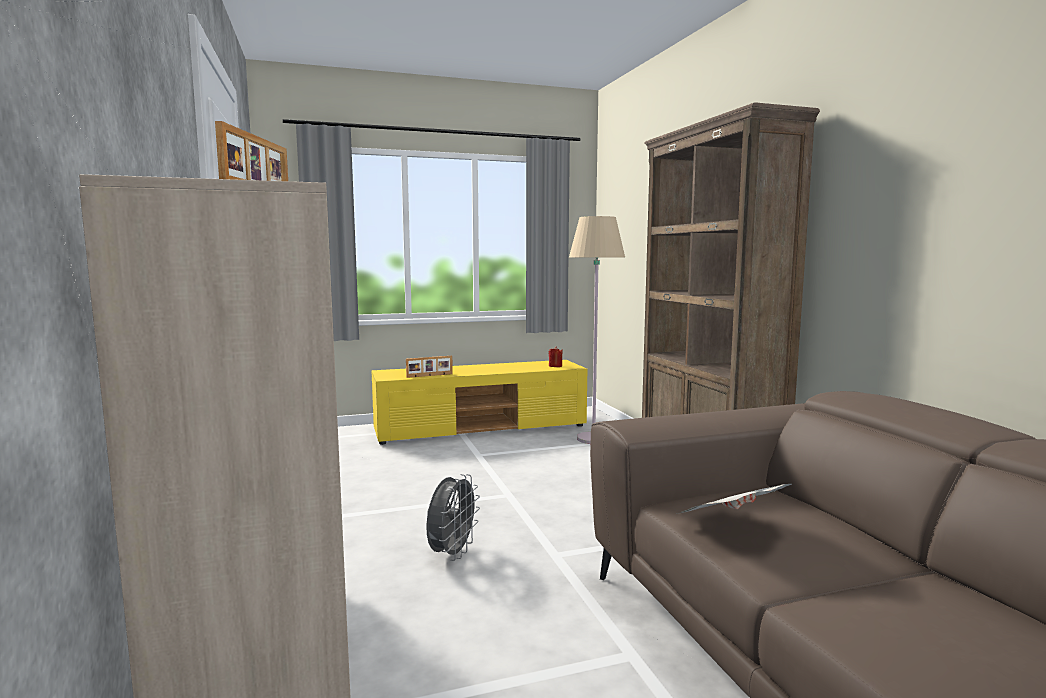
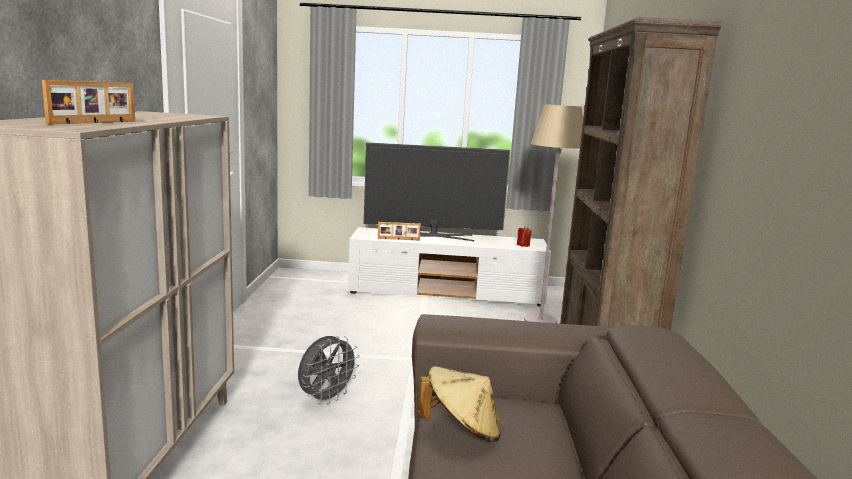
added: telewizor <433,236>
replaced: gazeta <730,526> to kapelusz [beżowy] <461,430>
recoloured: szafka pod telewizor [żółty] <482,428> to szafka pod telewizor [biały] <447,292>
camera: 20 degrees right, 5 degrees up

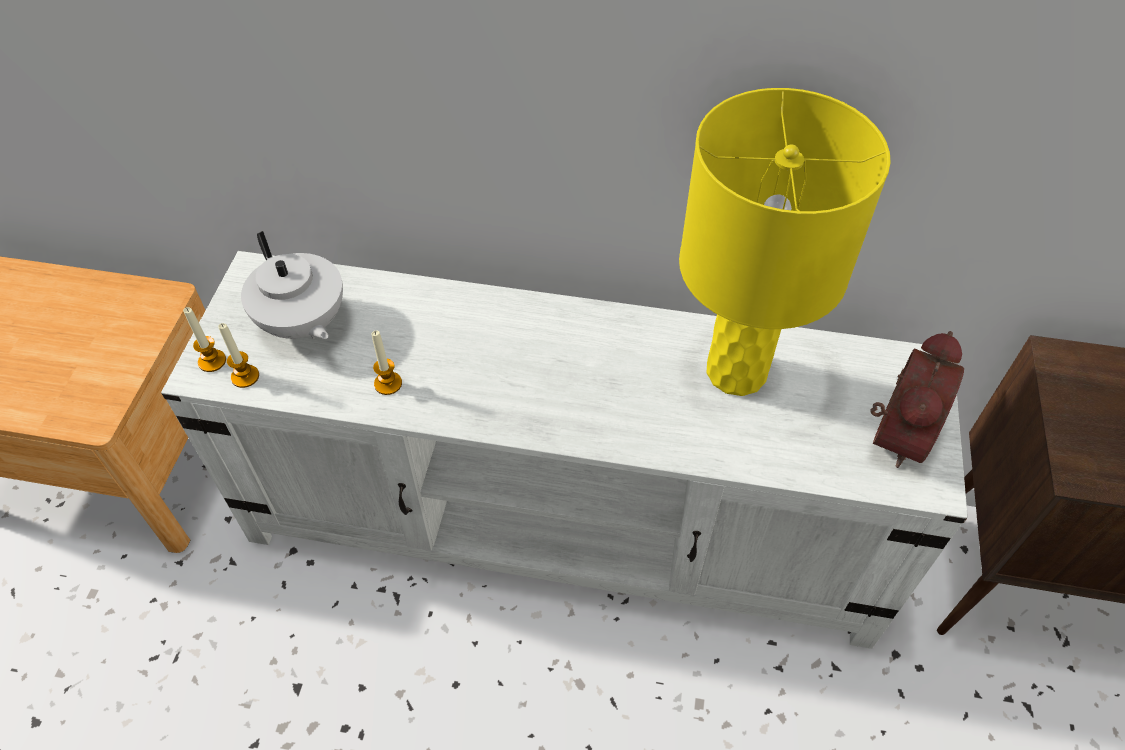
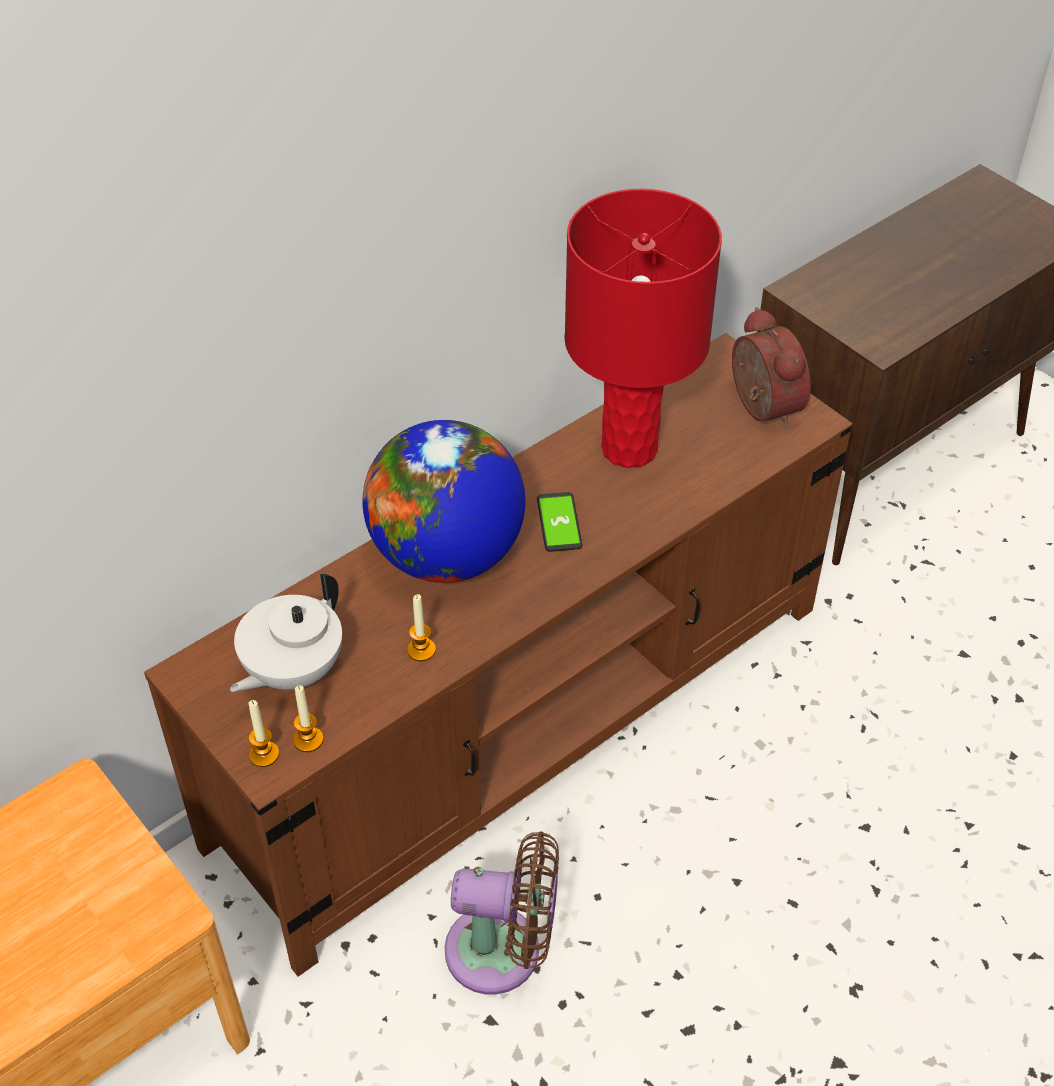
added: globus <447,555>; wentylator [brązowy] <503,952>; telefon <559,523>
recoloured: szafka pod telewizor [biały] <566,523> to szafka pod telewizor [brązowy] <526,721>; lampa stołowa [żółty] <735,372> to lampa stołowa [czerwony] <629,449>
turned: imbryk [biały] <303,324> = <292,670> 120 degrees clockwise
camera: 50 degrees left, 5 degrees down

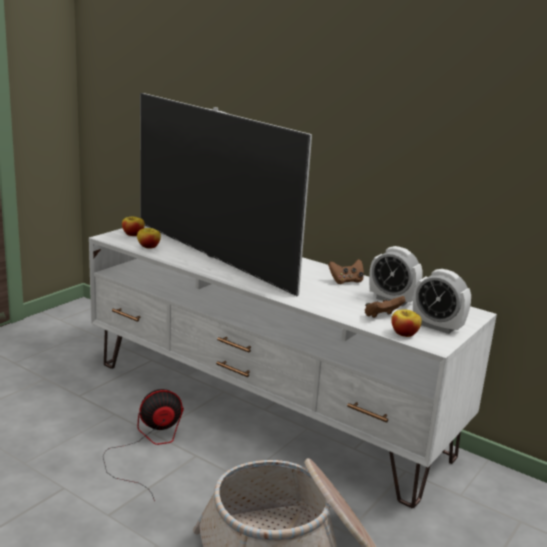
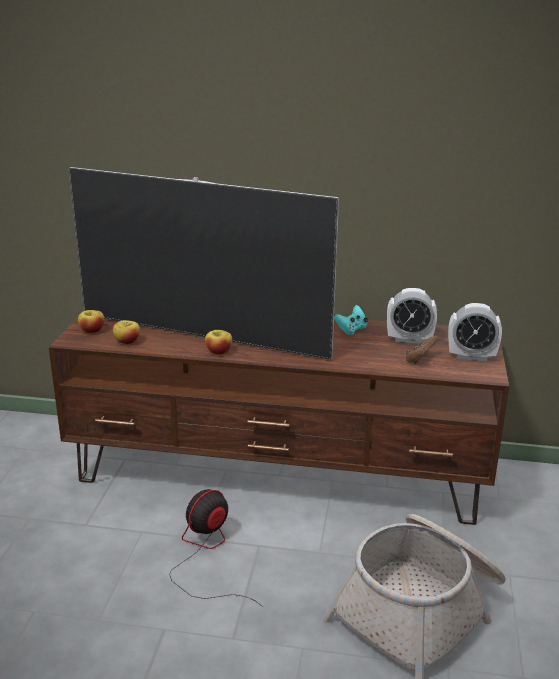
moved: jabłko <404,334> to <219,351>
recoloured: szafka pod telewizor [biały] <266,408> to szafka pod telewizor [brązowy] <280,473>; pad do gier [brązowy] <346,281> to pad do gier [turkusowy] <351,330>
camera: 25 degrees left, 5 degrees up

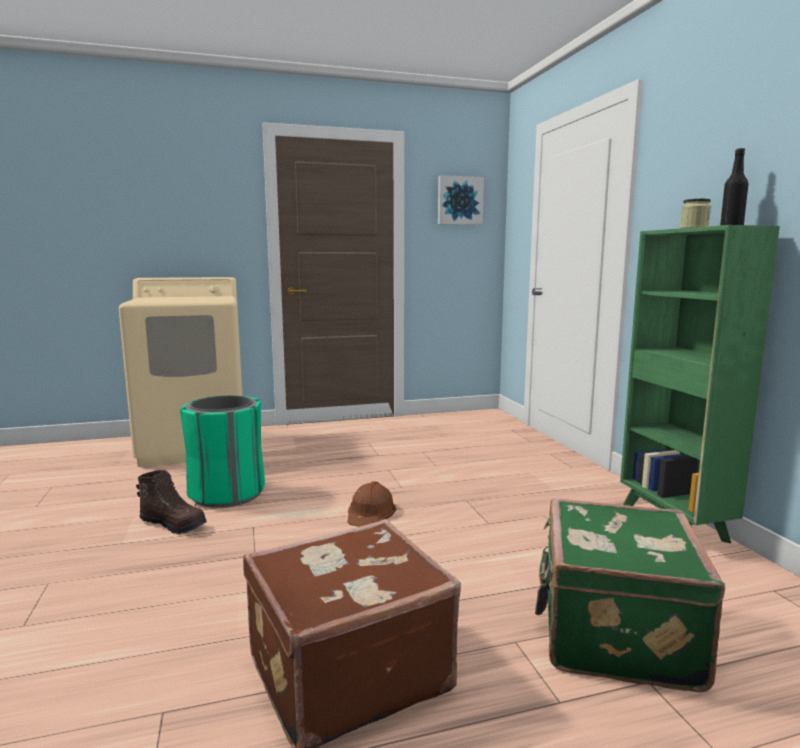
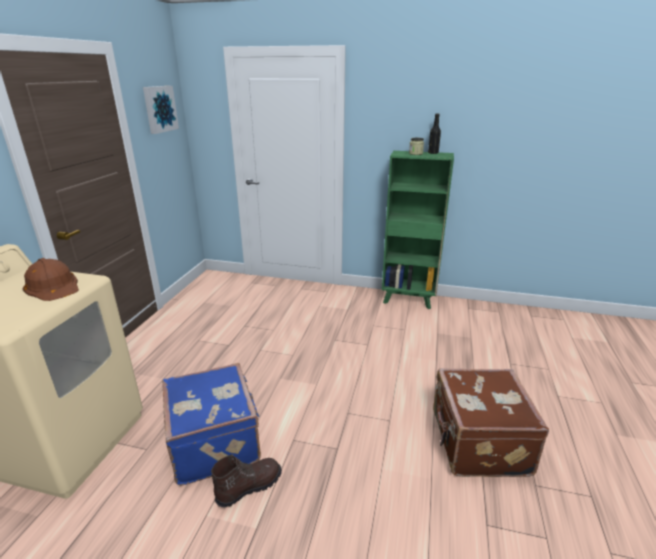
removed: walizka [zielony] <613,632>
moved: kask [brązowy] <371,512> to <53,286>
replaced: kosz na śmieci [zielony] <227,493> to walizka [niebieski] <216,441>
camera: 60 degrees left, 15 degrees up

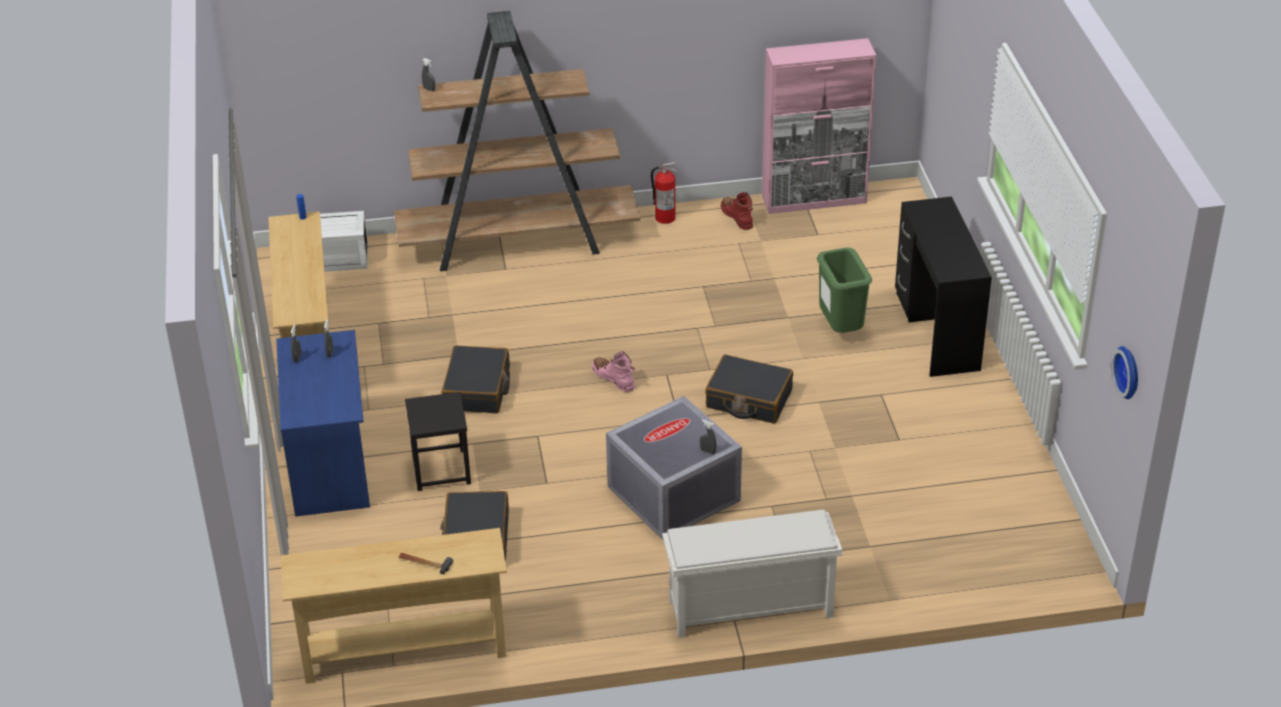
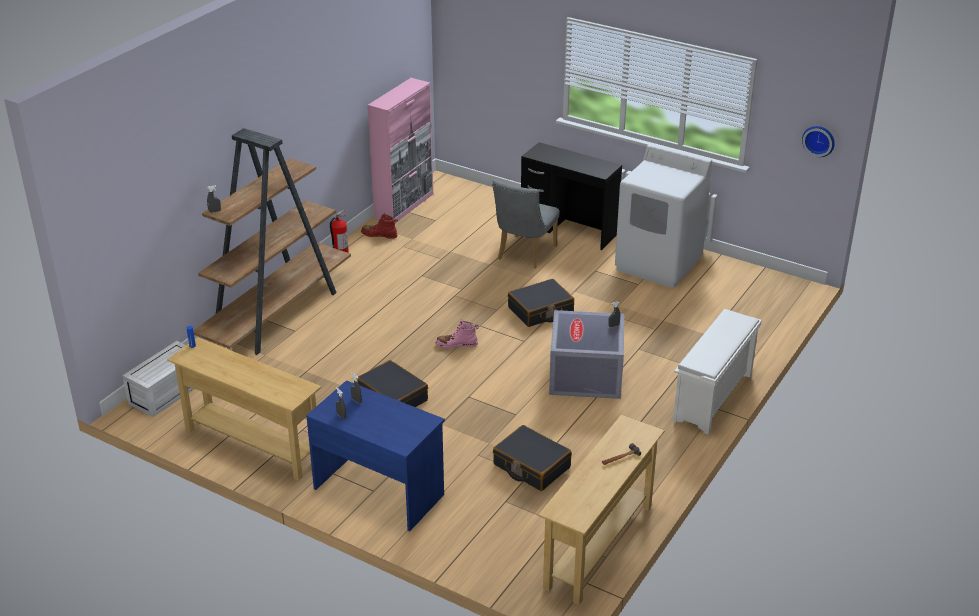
removed: stołek [czarny] <442,469>
added: pralka [biały] <658,264>
replaced: kosz na śmieci [zielony] <839,329> to krzesło [szary] <524,254>
camera: 50 degrees left, 5 degrees down

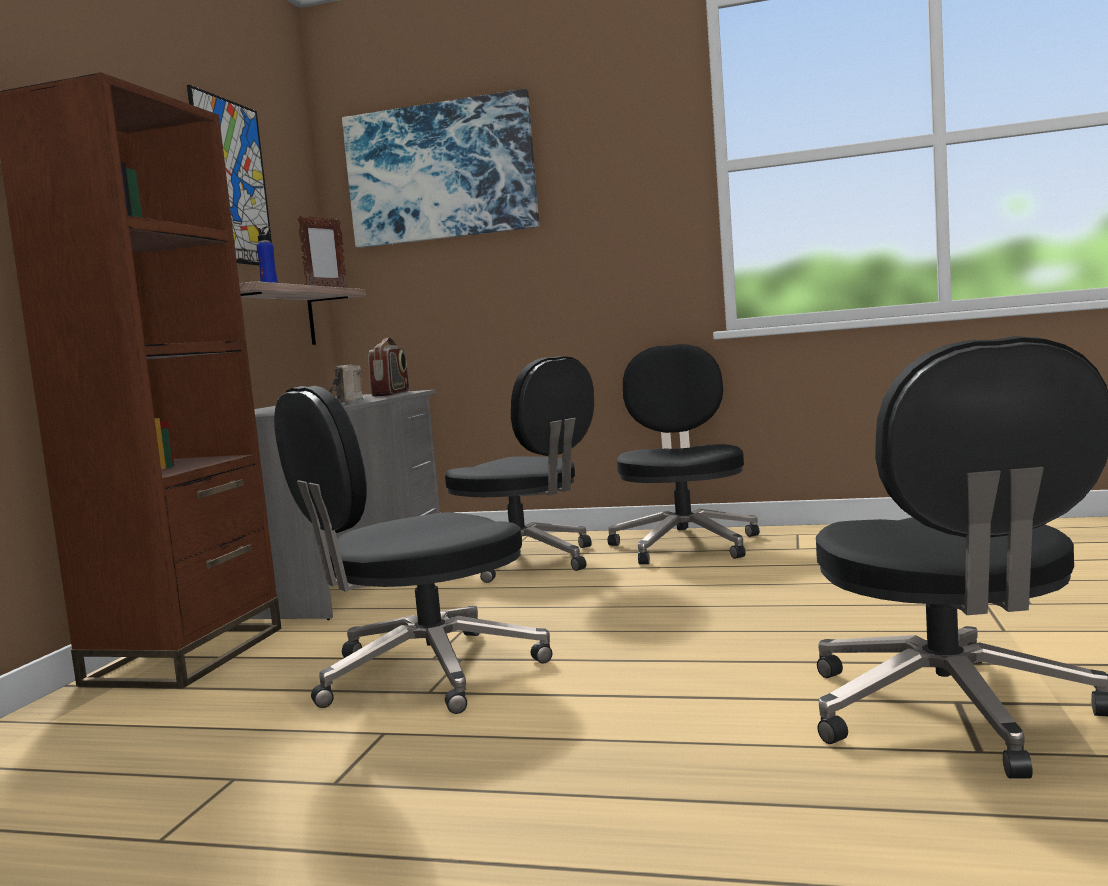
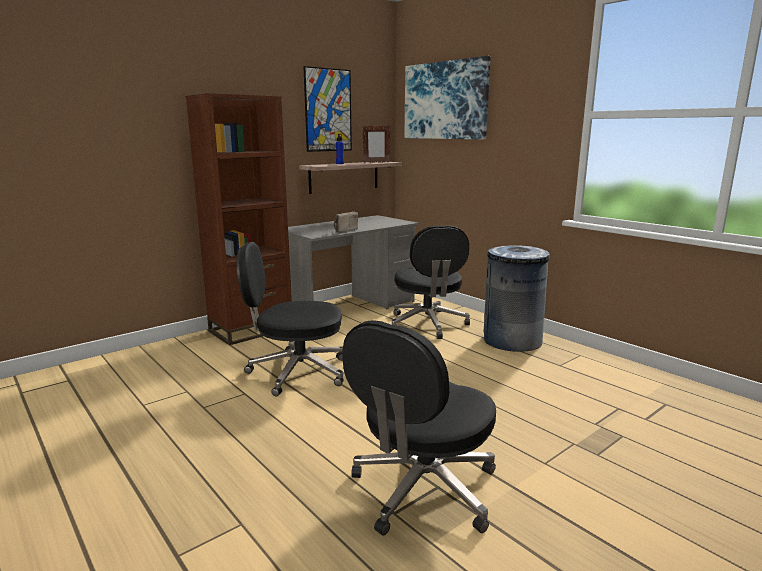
removed: radio <391,394>
replaced: krzesło biurowe [czarny] <685,544> to kosz na śmieci [szary] <512,341>
camera: 35 degrees right, 10 degrees up

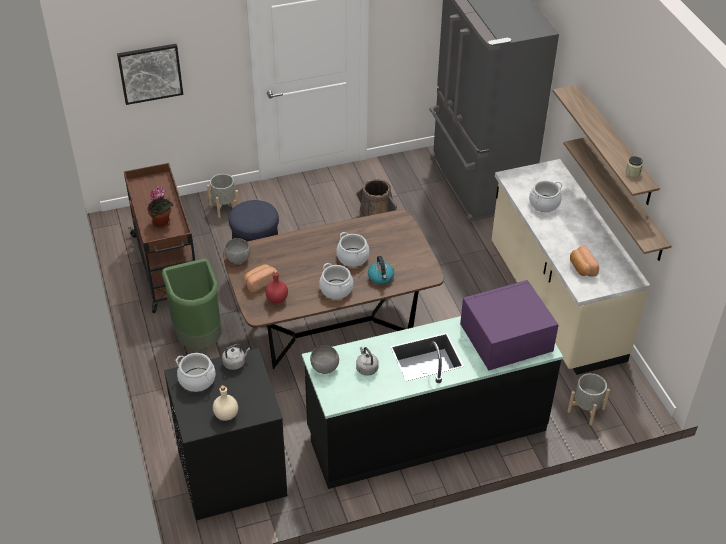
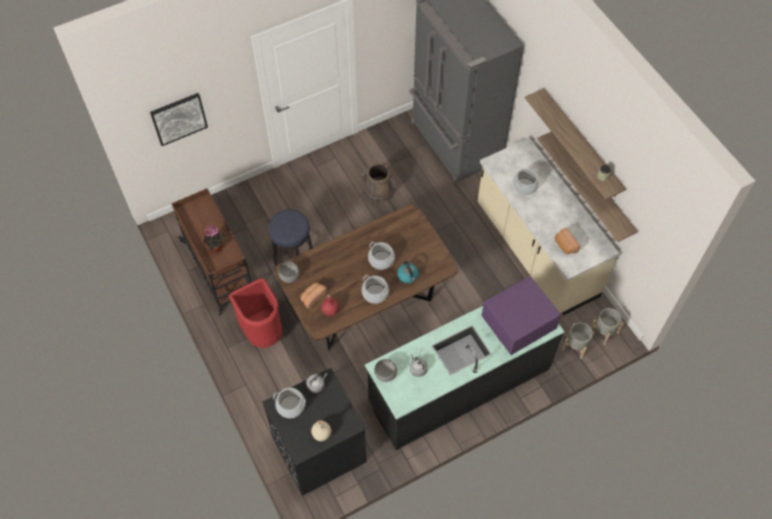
moved: donica [szary] <224,207> to <604,331>
recoloured: kosz na śmieci [zielony] <199,338> to kosz na śmieci [czerwony] <263,332>
camera: 10 degrees left, 15 degrees up

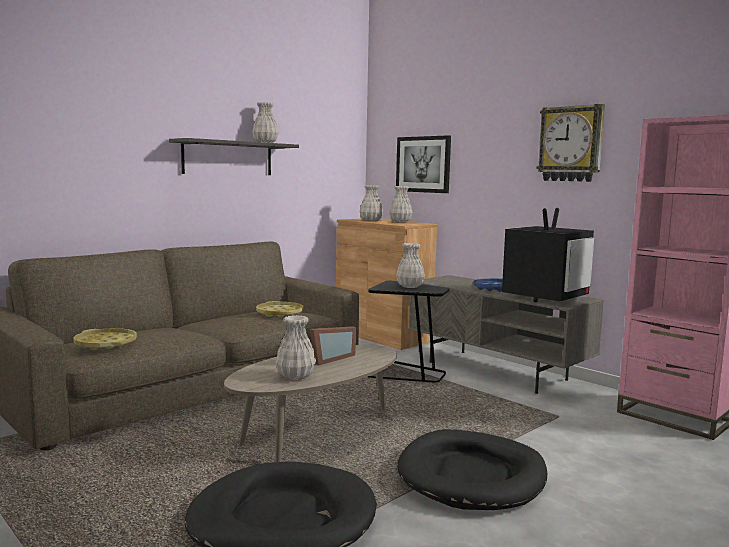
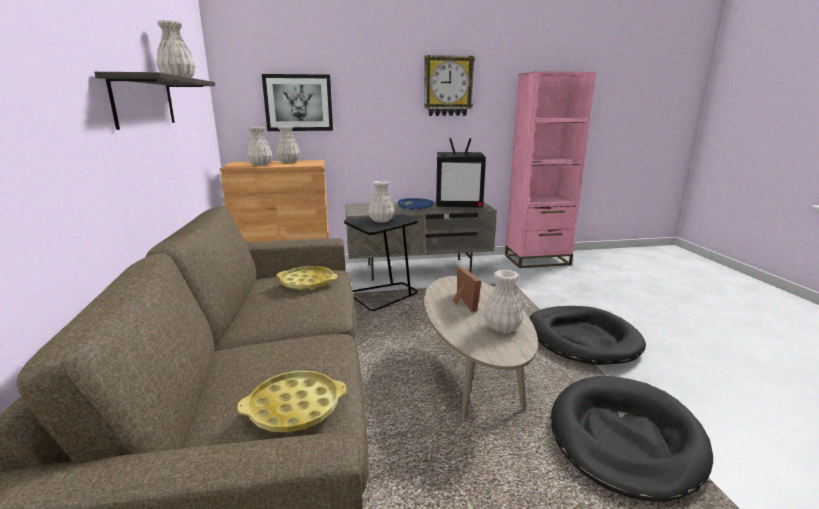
turned: telewizor <545,298> = <459,205> 105 degrees clockwise
camera: 55 degrees left, 10 degrees up

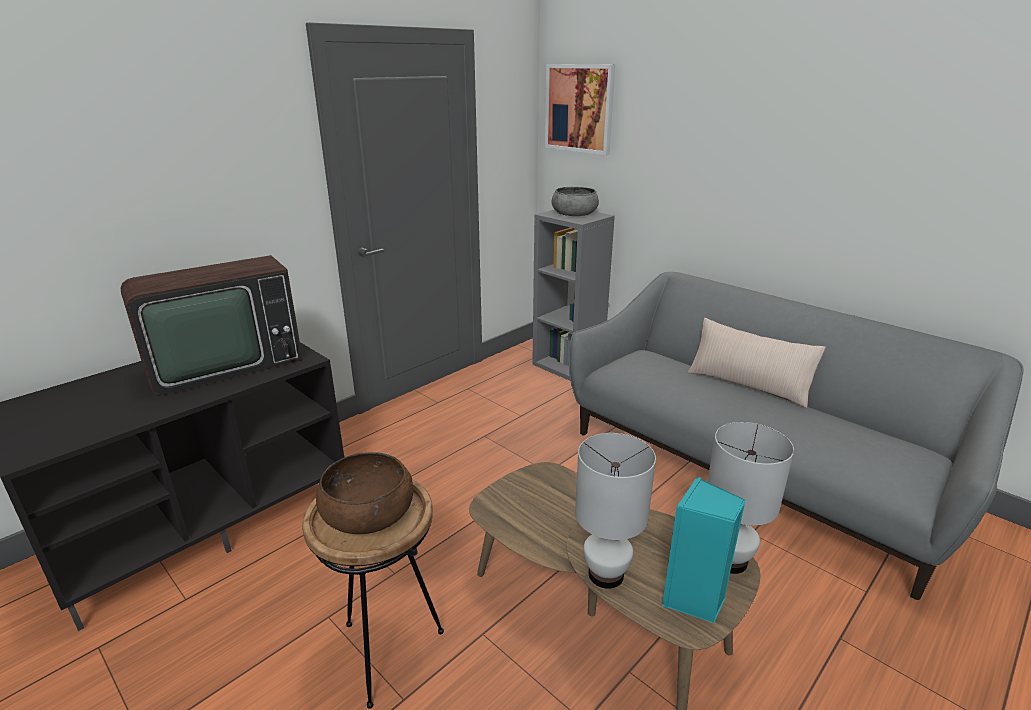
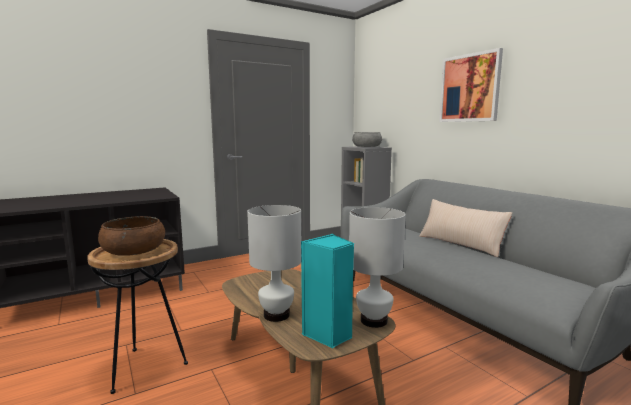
removed: telewizor <222,364>
moved: obraz <579,108> to <470,88>
camera: 15 degrees right, 15 degrees down

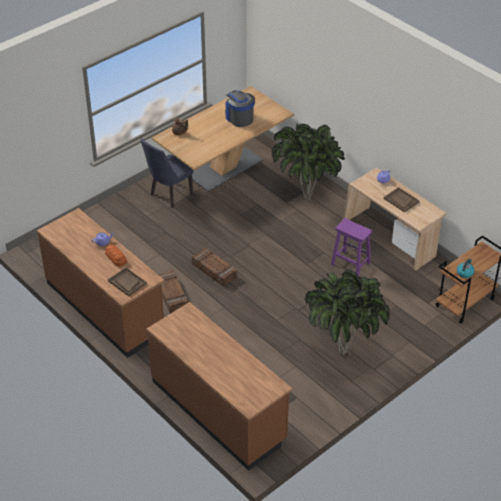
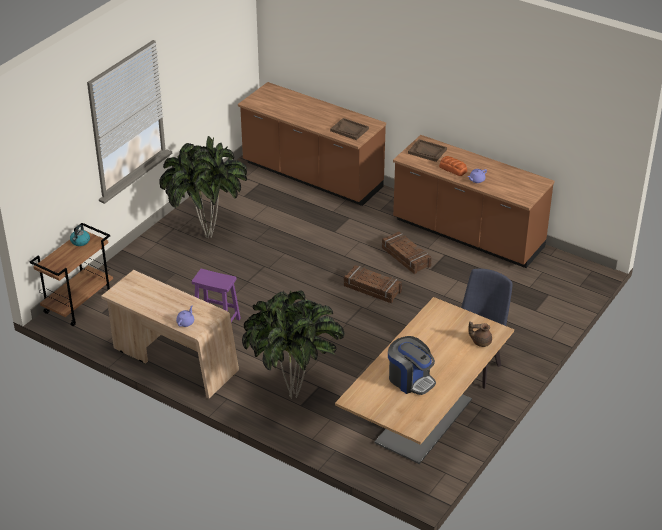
moved: taca [brązowy] <401,200> to <349,130>
camera: 165 degrees right, 5 degrees down

